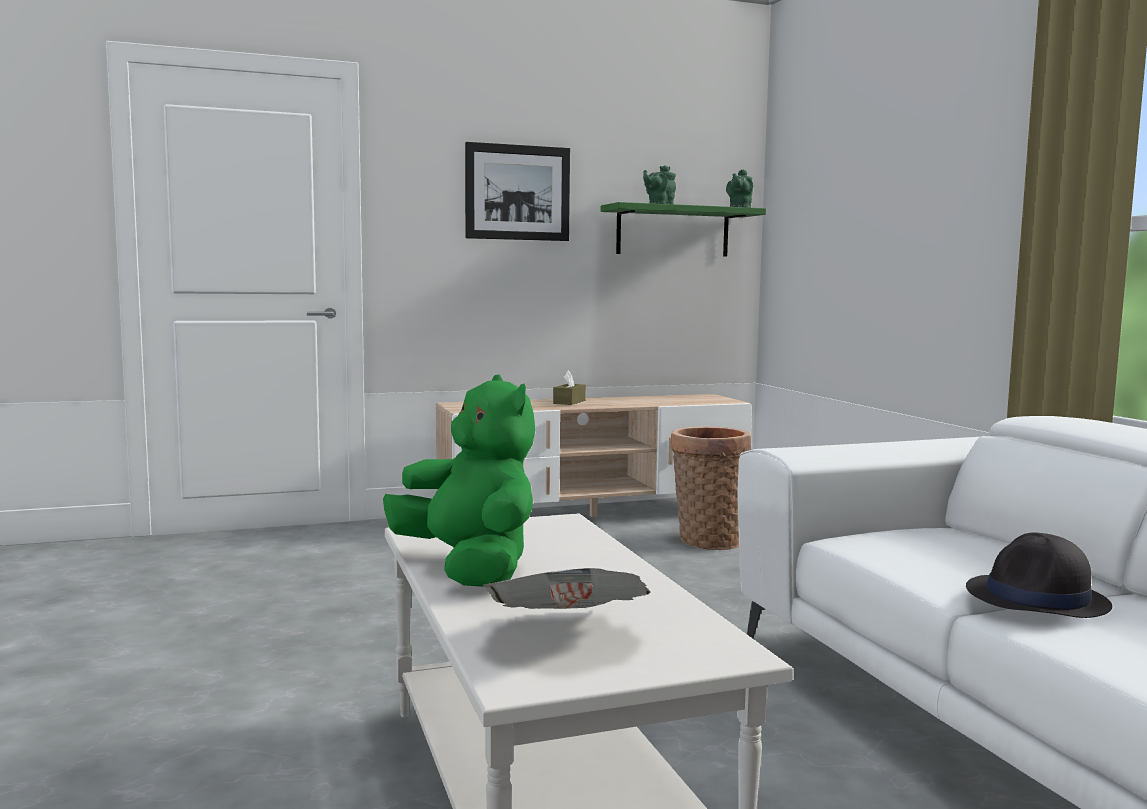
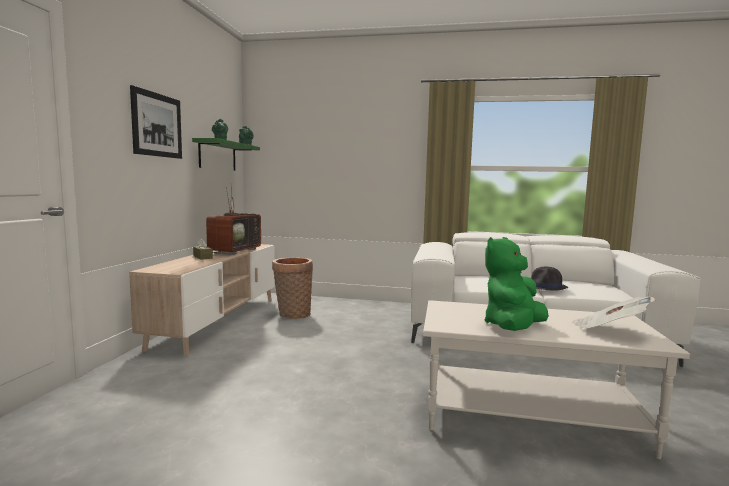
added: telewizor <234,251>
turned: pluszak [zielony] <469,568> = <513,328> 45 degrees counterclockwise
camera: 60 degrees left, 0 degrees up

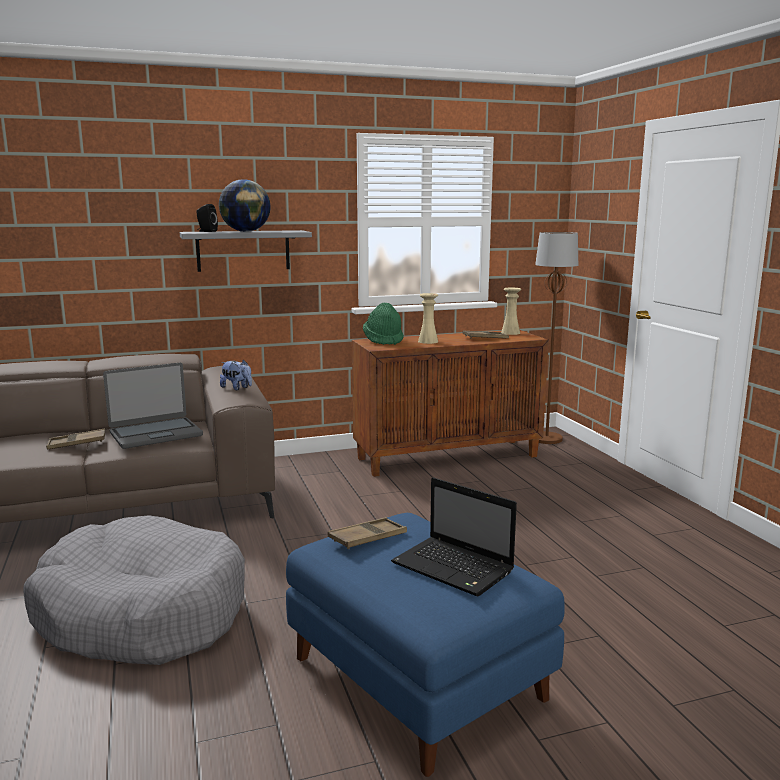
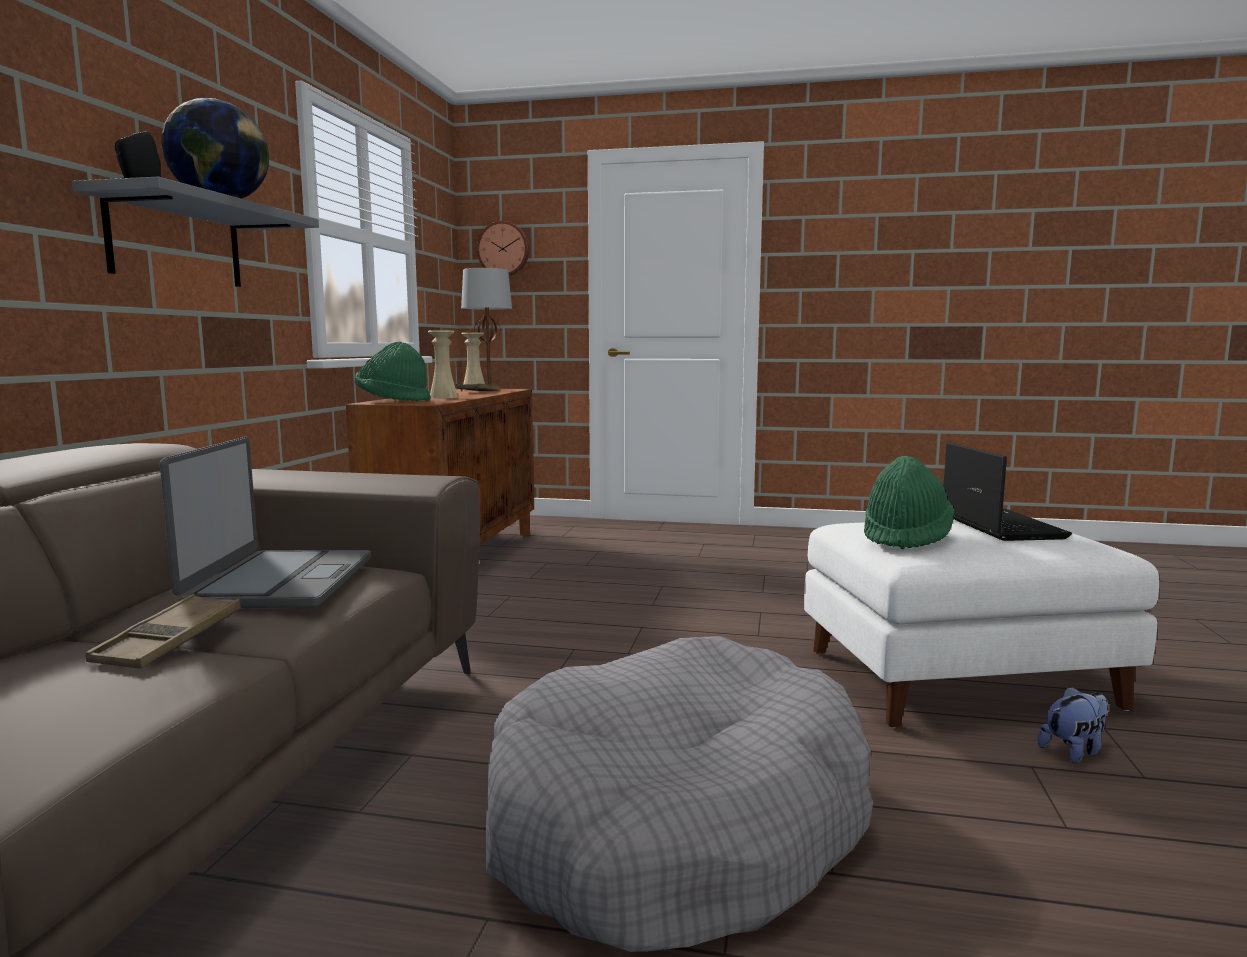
added: zegar ścienny <504,249>
moved: pluszak <237,388> to <1074,750>
replaced: taca [brązowy] <367,538> to kapelusz [zielony] <906,537>
recoloured: pufa [niebieski] <419,680> to pufa [biały] <960,678>
turned: laptop <455,568> = <998,526> 75 degrees counterclockwise
camera: 60 degrees left, 5 degrees down

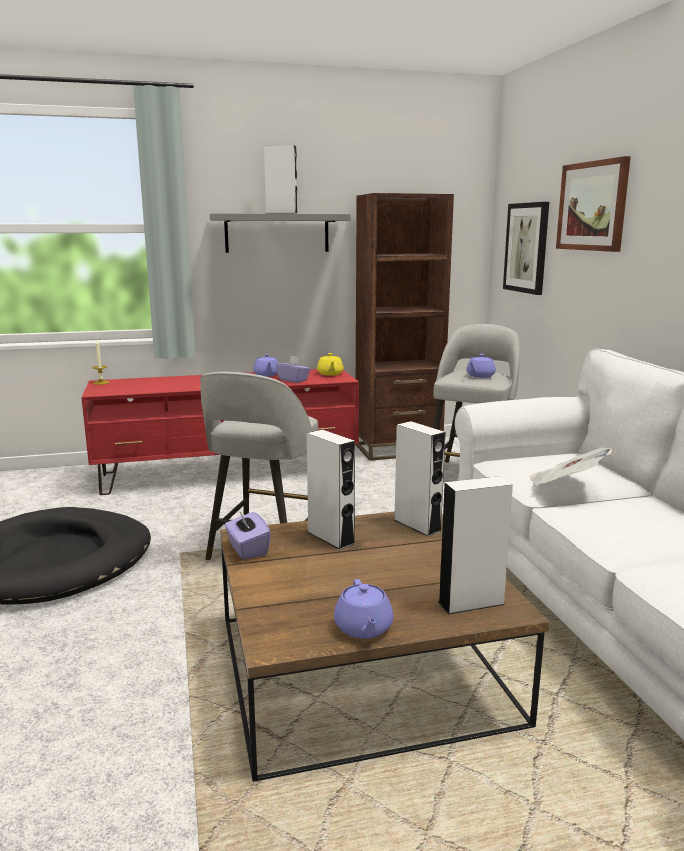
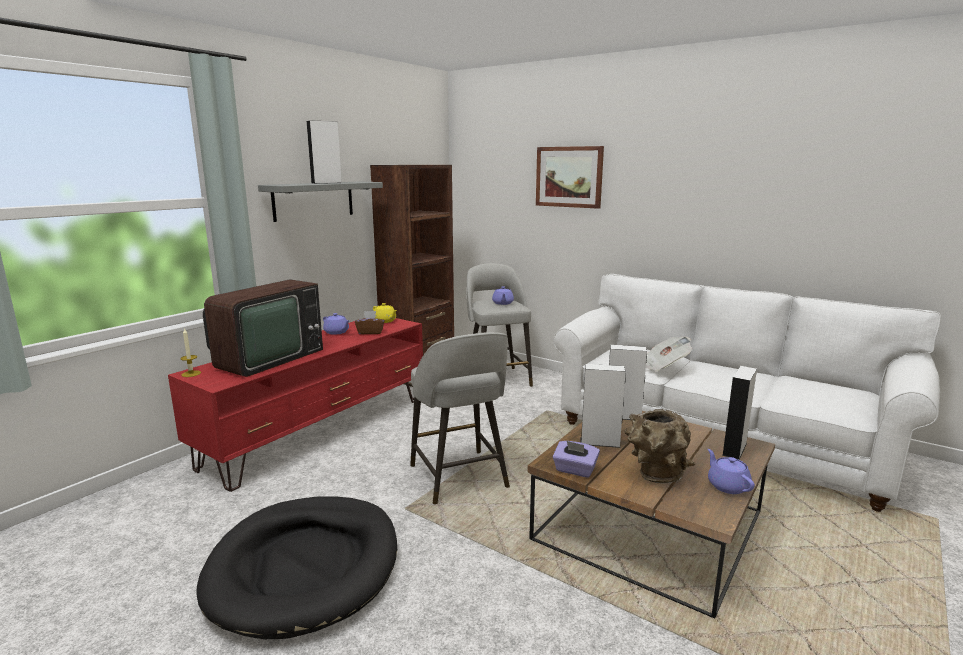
removed: obraz <527,248>
added: telewizor <265,358>; wazon [brązowy] <654,476>
recoloured: pudełko chusteczek [fioletowy] <293,380> to pudełko chusteczek [brązowy] <370,332>
turned: imbryk [fioletowy] <363,628> = <727,486> 150 degrees counterclockwise
camera: 40 degrees left, 0 degrees up

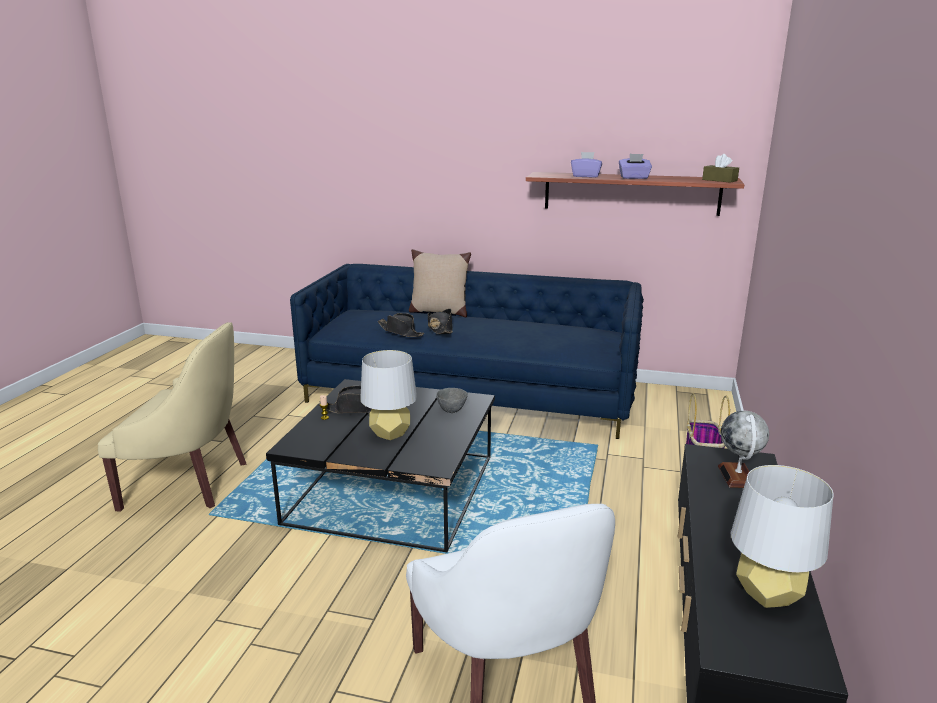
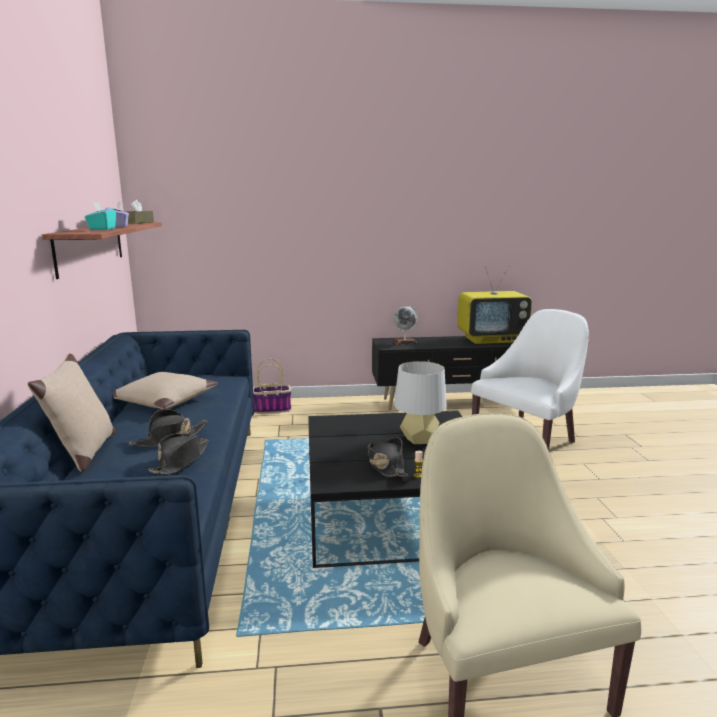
removed: miska [szary] <451,410>
added: poduszka [beżowy] <163,400>
replaced: lampa stołowa [szary] <768,595> to telewizor <491,339>
recoloured: pudełko chusteczek [fioletowy] <586,176> to pudełko chusteczek [turkusowy] <102,229>
camera: 110 degrees left, 5 degrees down

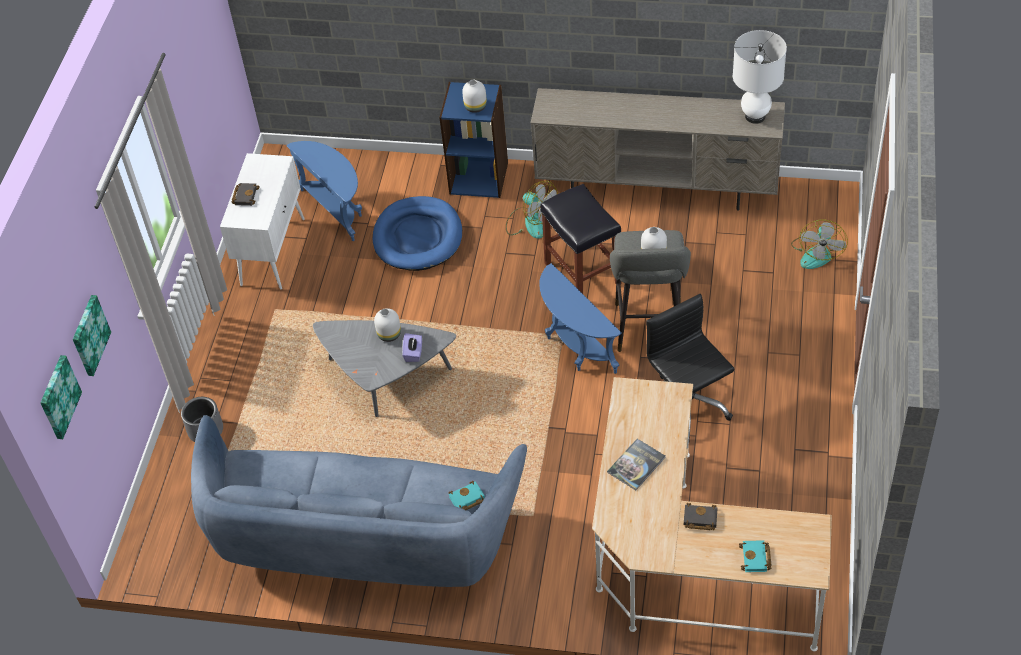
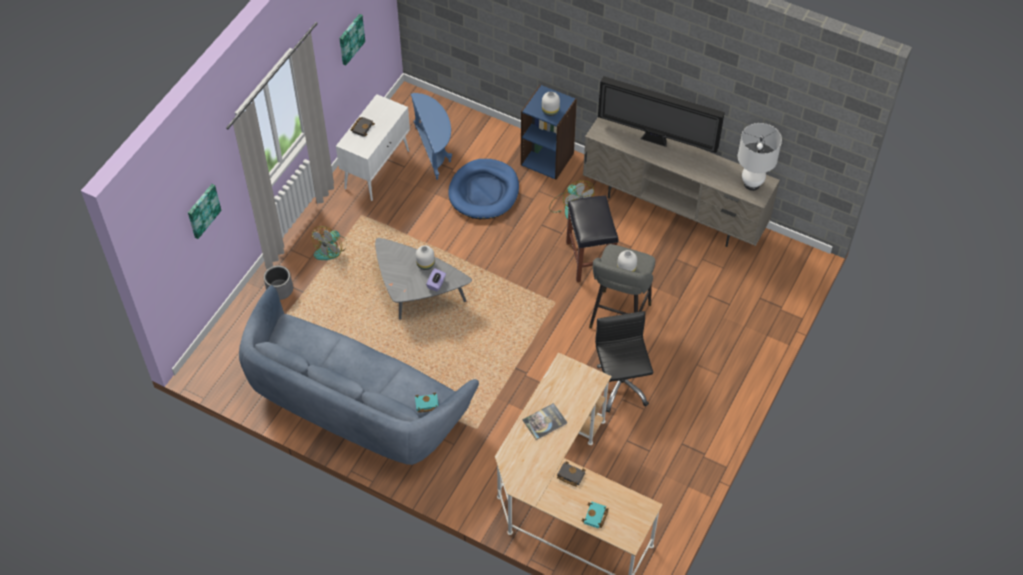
removed: stolik [niebieski] <575,347>
added: telewizor <656,140>
moved: obraz <58,397> to <350,39>; wentylator <817,253> to <331,249>
camera: 15 degrees right, 5 degrees up

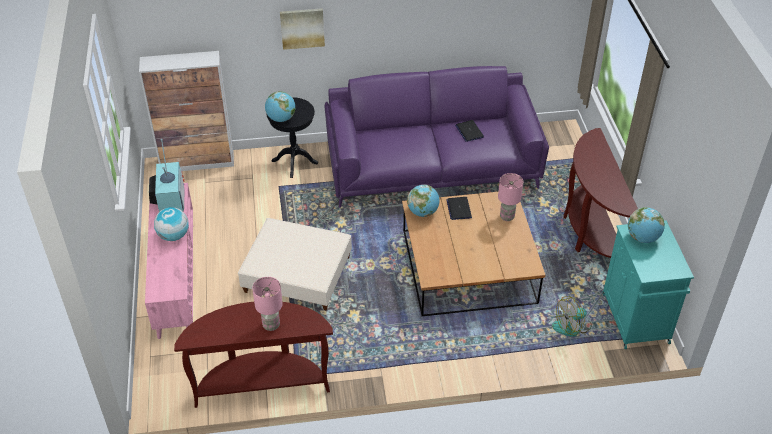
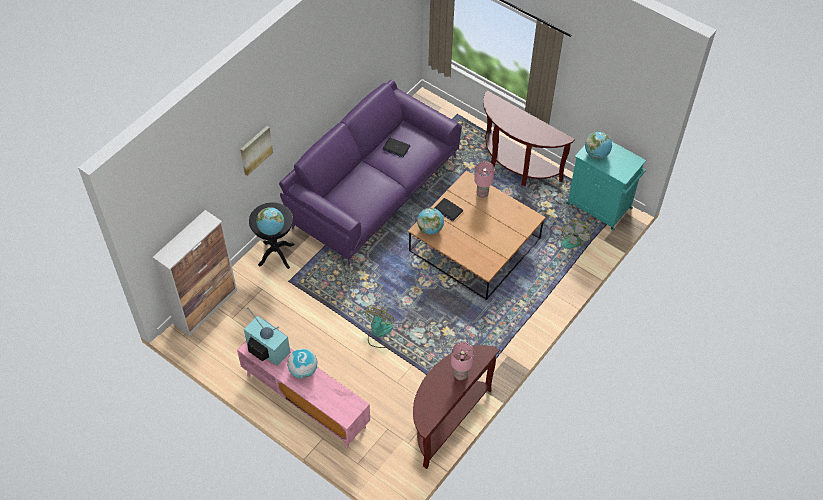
replaced: pufa [beżowy] <297,274> to wentylator <380,333>
camera: 45 degrees left, 10 degrees up

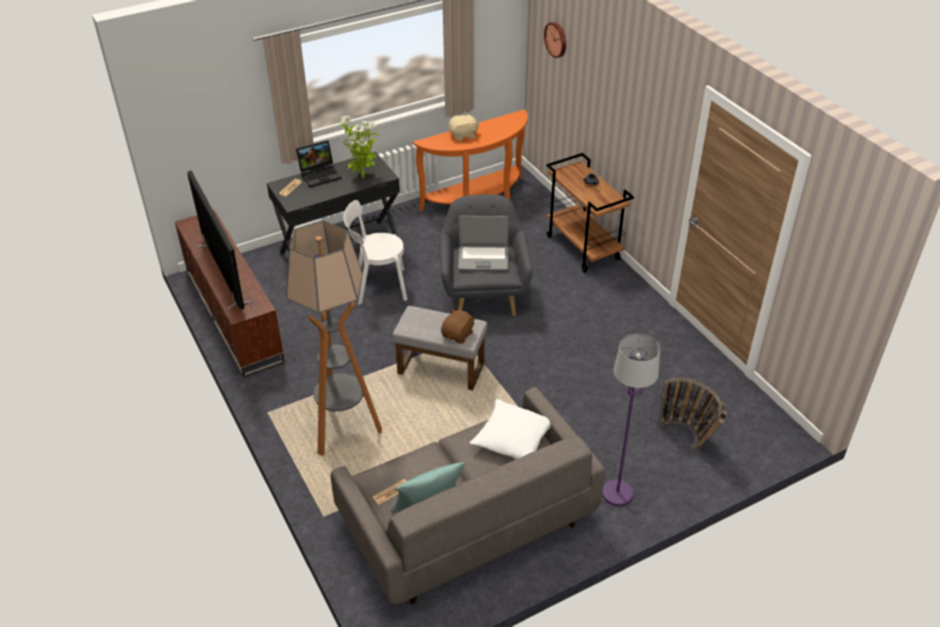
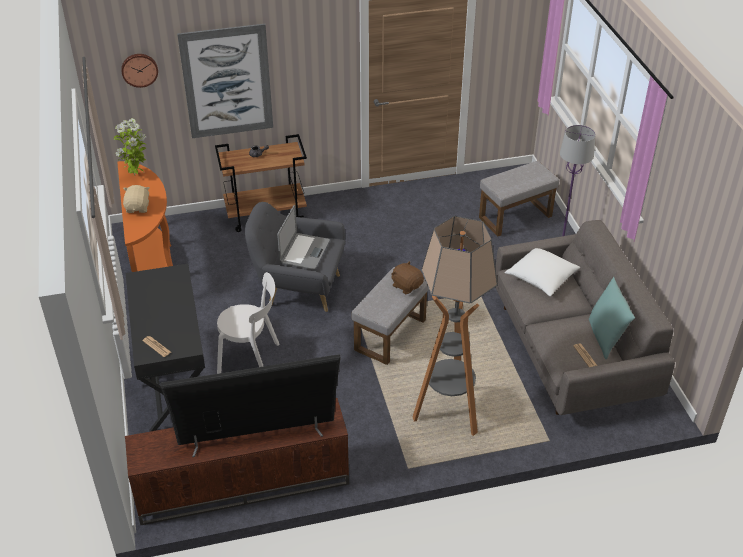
removed: laptop <320,174>
added: obraz <227,82>
moved: roślina doniczkowa <362,175> to <136,175>
replaced: koszyk <688,440> to pufa [szary] <515,218>
turned: krzesło [biały] <378,286> = <252,360> 90 degrees counterclockwise
camera: 75 degrees left, 0 degrees up

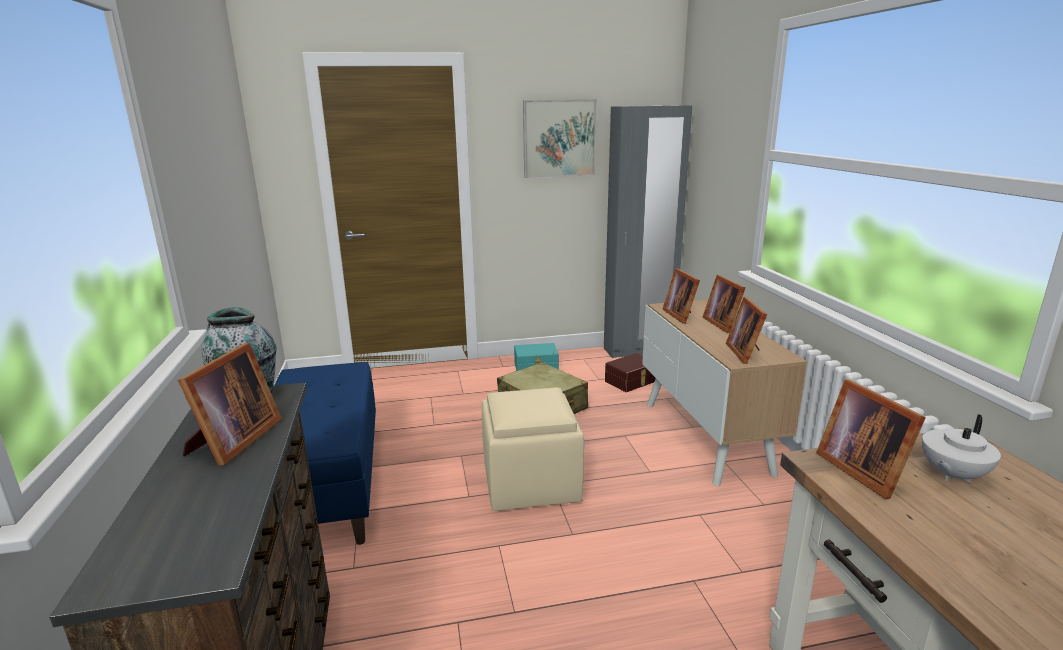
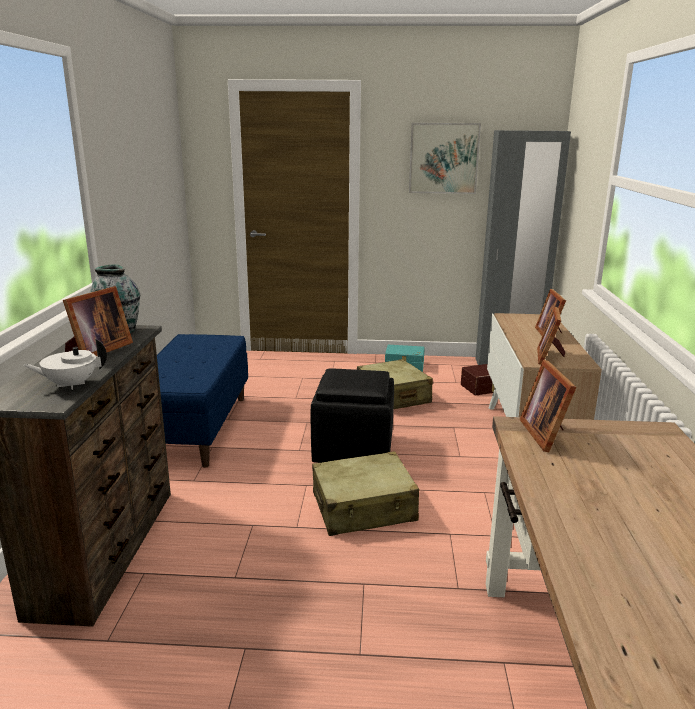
removed: ramka na zdjęcie <681,315>
added: walizka [beżowy] <364,508>
moved: imbryk [biały] <951,475> to <70,385>
recoloured: pufa [beżowy] <531,482> to pufa [czarny] <354,448>
camera: 15 degrees right, 0 degrees up

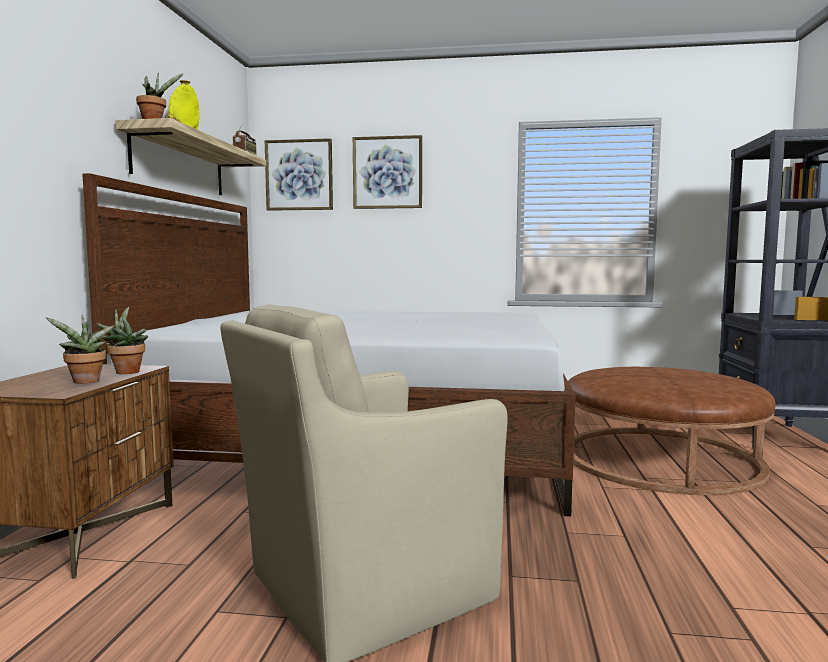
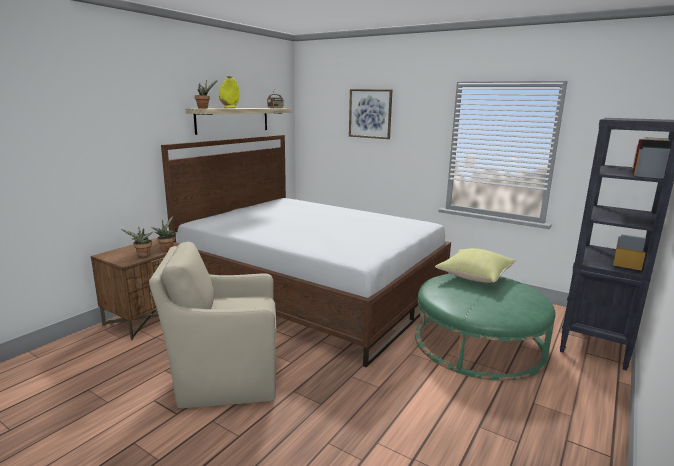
removed: obraz <299,175>
added: poduszka [żółty] <474,276>
recoloured: pufa [brązowy] <660,458> to pufa [zielony] <478,342>
camera: 25 degrees right, 10 degrees up

